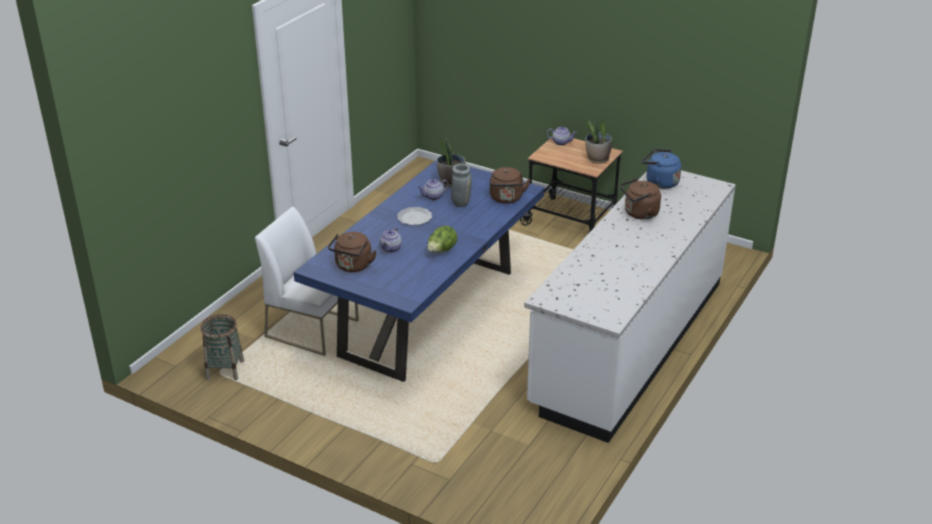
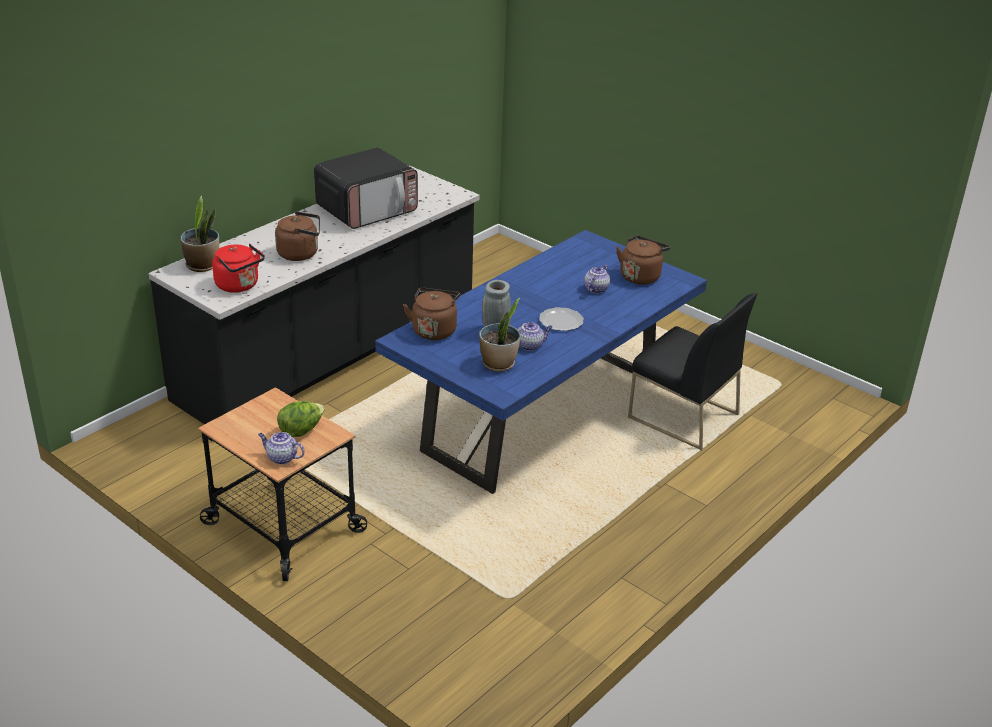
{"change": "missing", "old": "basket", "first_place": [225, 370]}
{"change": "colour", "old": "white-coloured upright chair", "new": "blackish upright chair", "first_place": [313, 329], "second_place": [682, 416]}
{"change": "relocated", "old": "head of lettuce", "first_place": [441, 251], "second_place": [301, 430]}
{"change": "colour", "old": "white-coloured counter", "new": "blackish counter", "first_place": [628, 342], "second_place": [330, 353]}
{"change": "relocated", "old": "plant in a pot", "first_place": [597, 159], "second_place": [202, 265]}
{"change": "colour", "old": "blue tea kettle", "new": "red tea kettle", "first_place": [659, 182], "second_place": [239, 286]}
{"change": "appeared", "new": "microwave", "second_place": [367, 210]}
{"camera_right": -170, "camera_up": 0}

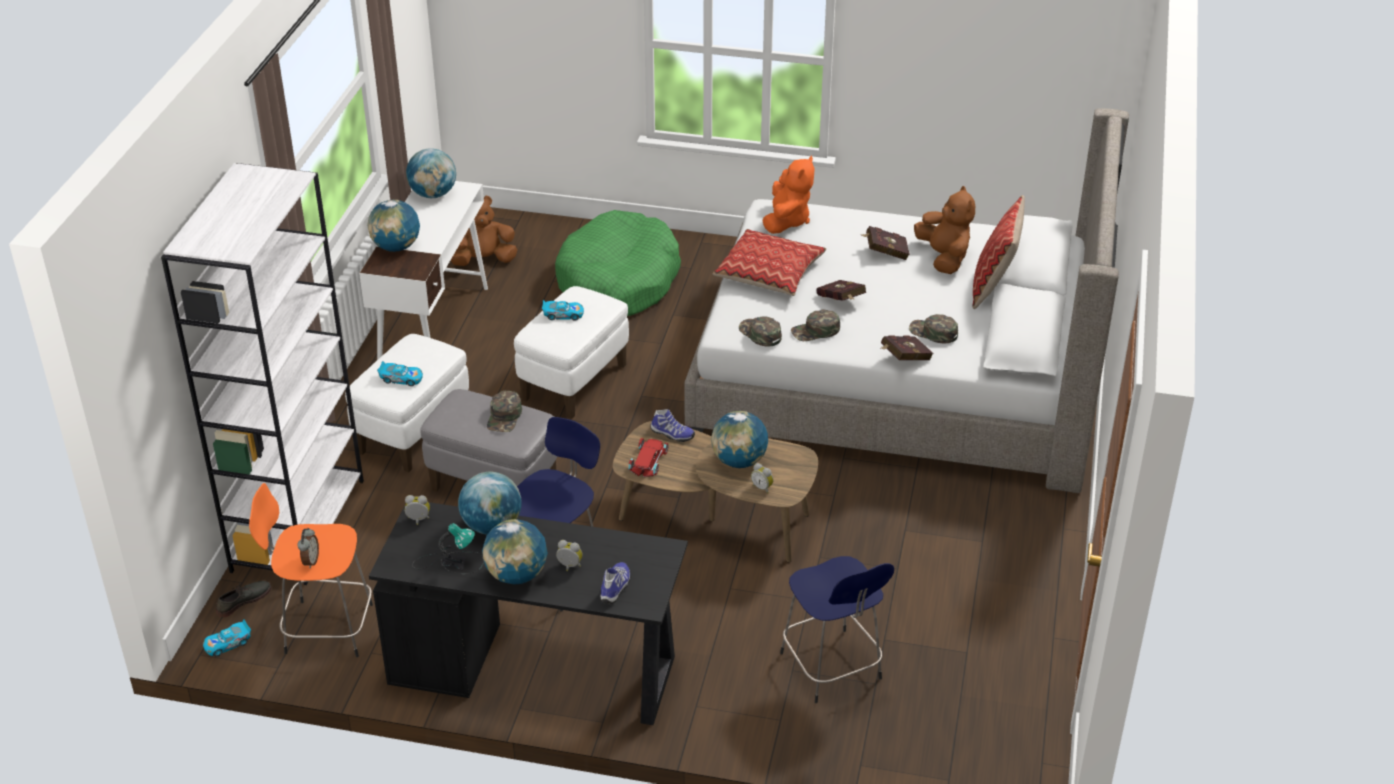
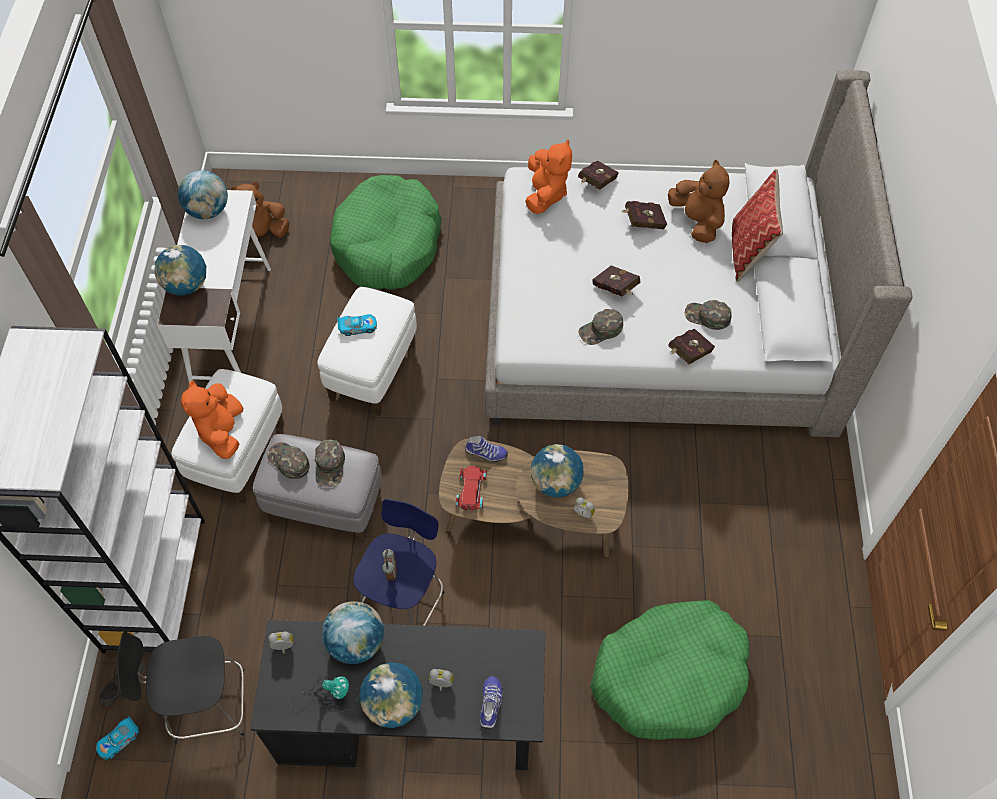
{"change": "colour", "old": "orange-coloured sitting stool", "new": "blackish sitting stool", "first_place": [325, 628], "second_place": [206, 706]}
{"change": "relocated", "old": "bedside clock", "first_place": [310, 561], "second_place": [390, 571]}
{"change": "exchanged", "old": "miniature car", "new": "orange-coloured soft toy", "first_place": [401, 378], "second_place": [222, 431]}
{"change": "missing", "old": "cushion", "first_place": [769, 273]}
{"change": "relocated", "old": "greenish baseball cap", "first_place": [760, 334], "second_place": [288, 461]}
{"change": "exchanged", "old": "blue sitting stool", "new": "greenish dog cushion", "first_place": [832, 668], "second_place": [670, 675]}
{"change": "appeared", "new": "red volume", "second_place": [596, 183]}
{"camera_right": -10, "camera_up": 20}

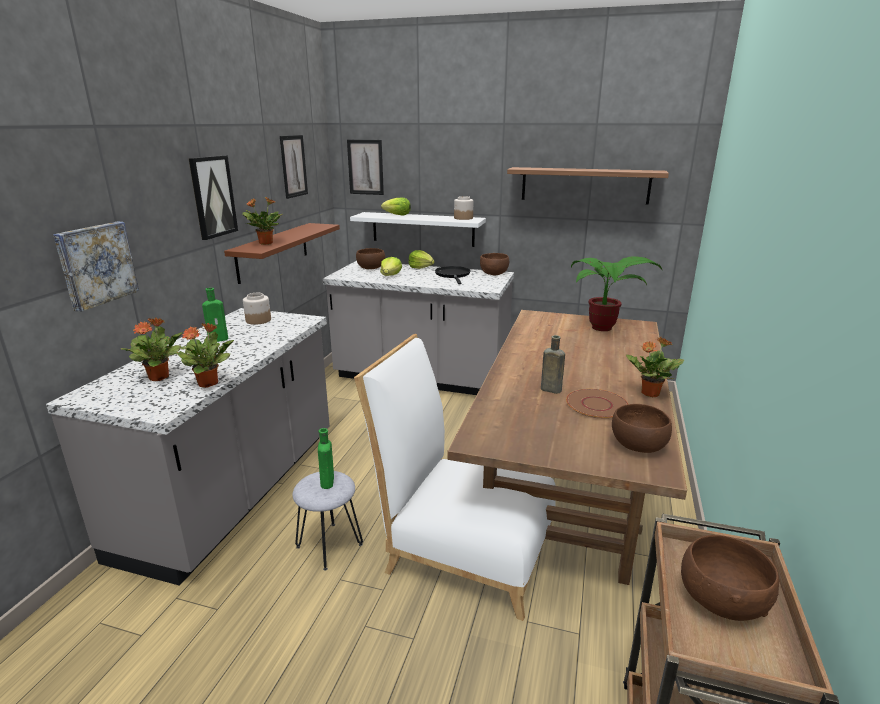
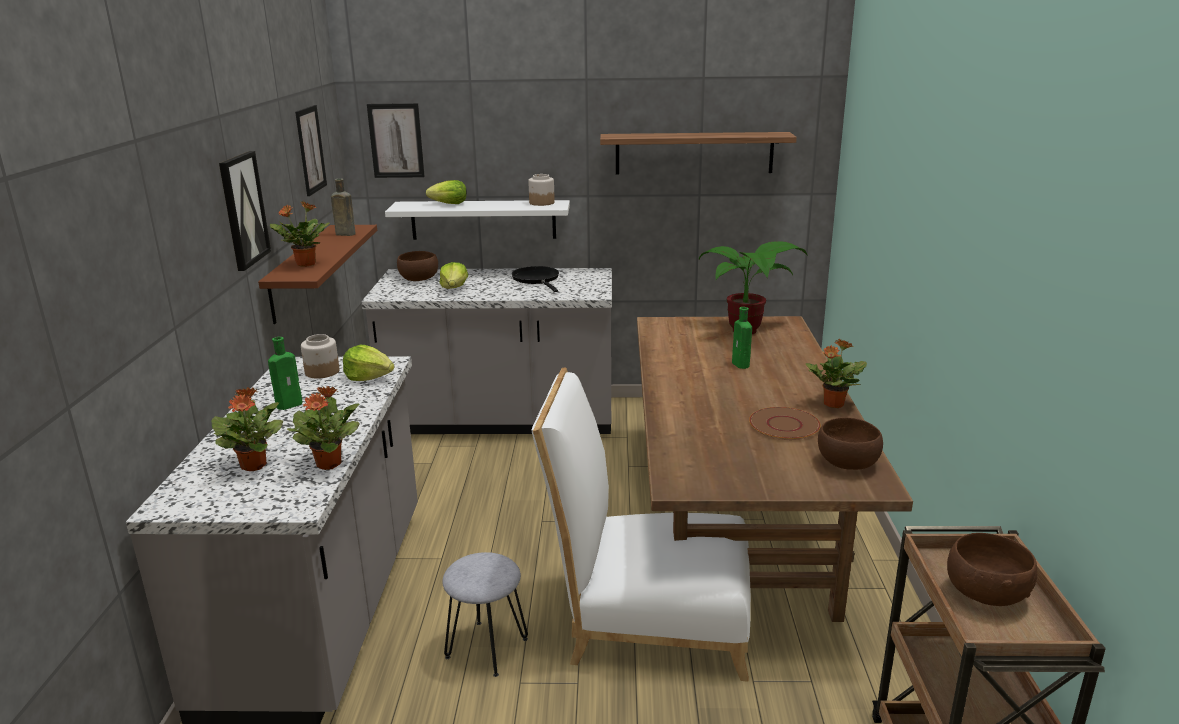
{"change": "missing", "old": "picture", "first_place": [96, 264]}
{"change": "relocated", "old": "greenish beverage bottle", "first_place": [327, 483], "second_place": [741, 365]}
{"change": "relocated", "old": "head of lettuce", "first_place": [421, 267], "second_place": [369, 377]}
{"change": "missing", "old": "brownish serving bowl", "first_place": [494, 273]}
{"change": "relocated", "old": "brownish beverage bottle", "first_place": [549, 389], "second_place": [344, 234]}
{"camera_right": -15, "camera_up": 0}

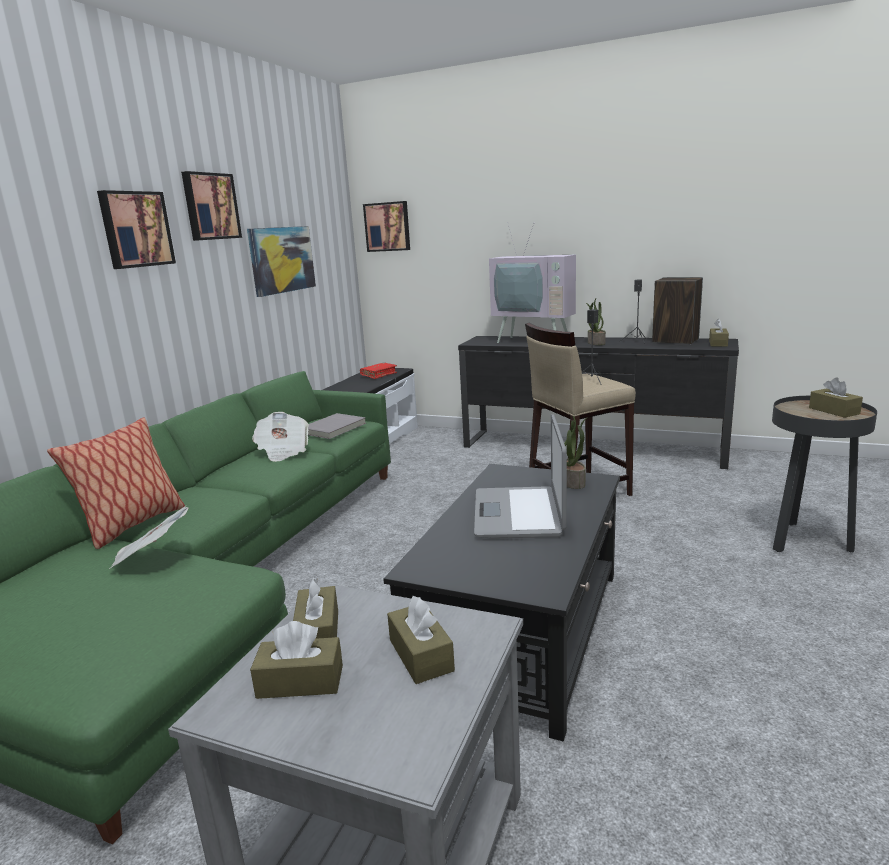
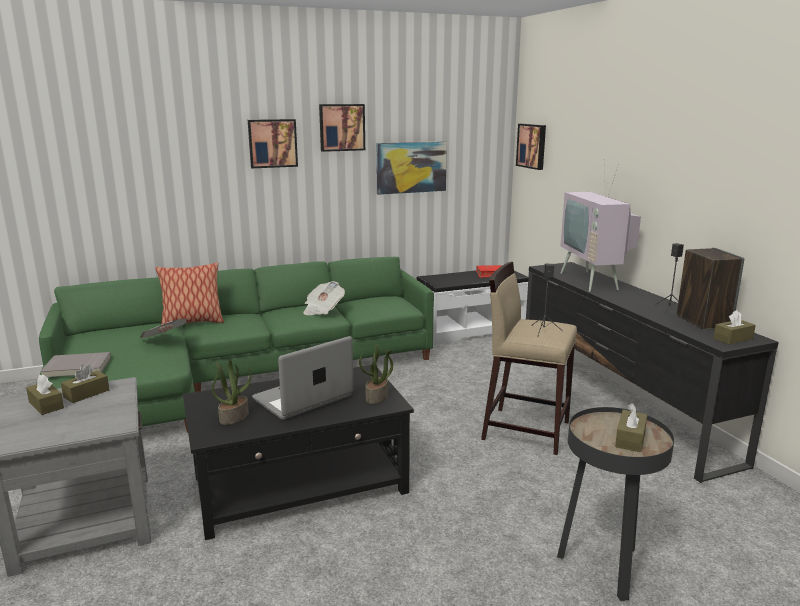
{"change": "relocated", "old": "gray volume", "first_place": [334, 428], "second_place": [77, 367]}
{"change": "missing", "old": "brownish tissue holder", "first_place": [421, 655]}
{"change": "relocated", "old": "plant in a pot", "first_place": [595, 343], "second_place": [234, 417]}
{"camera_right": 45, "camera_up": 0}

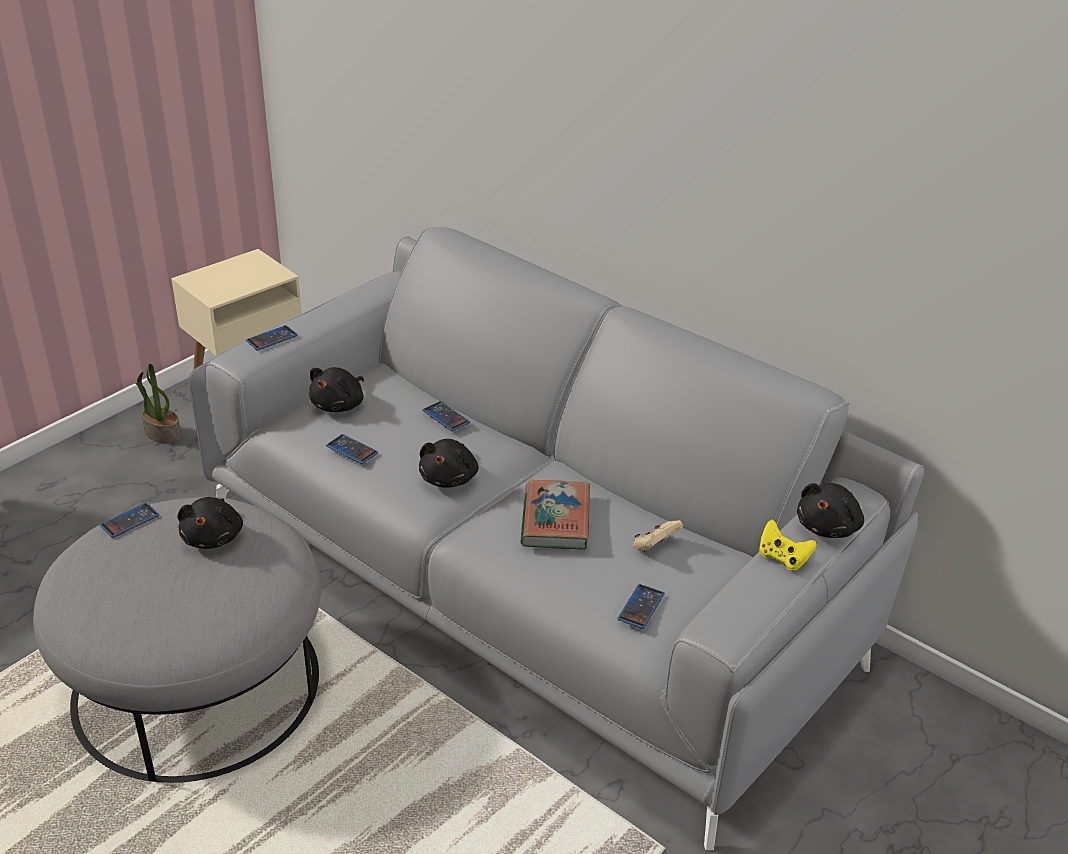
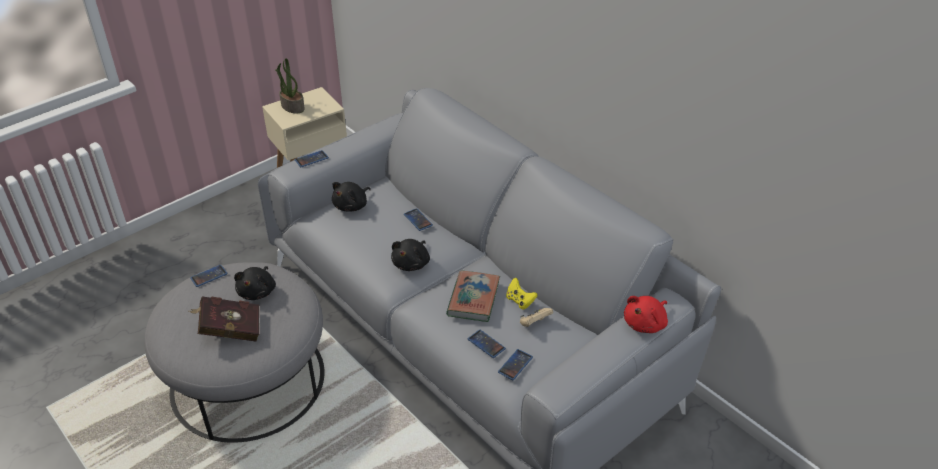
{"change": "relocated", "old": "plant in a pot", "first_place": [161, 434], "second_place": [292, 107]}
{"change": "relocated", "old": "telephone", "first_place": [352, 450], "second_place": [486, 344]}
{"change": "relocated", "old": "yellow joypad", "first_place": [782, 558], "second_place": [520, 301]}
{"change": "colour", "old": "blackish soft toy", "new": "red soft toy", "first_place": [828, 527], "second_place": [646, 323]}
{"change": "appeared", "new": "red volume", "second_place": [229, 330]}
{"camera_right": 10, "camera_up": 5}

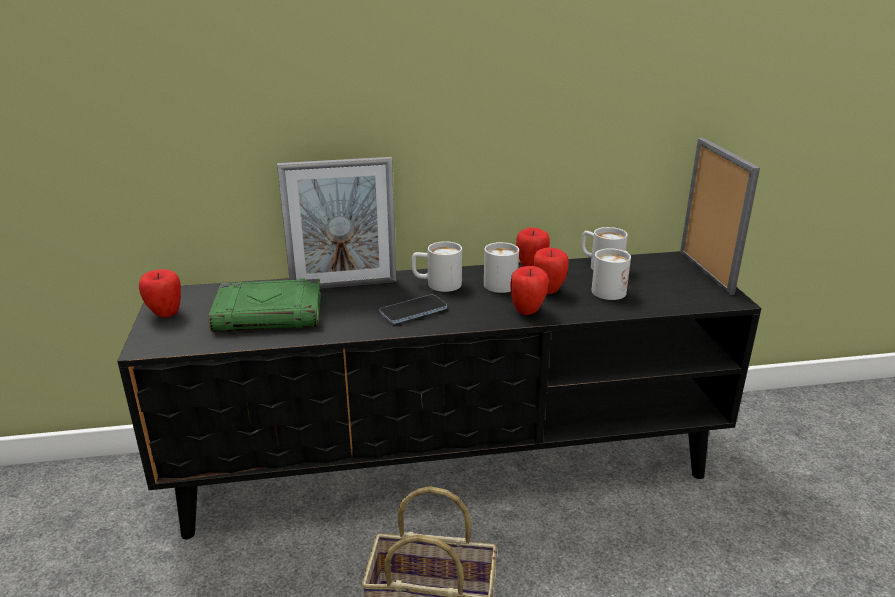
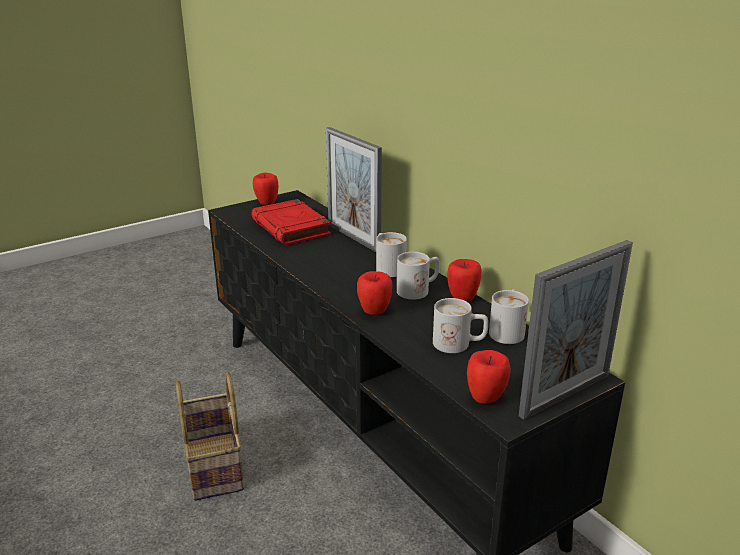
{"change": "colour", "old": "greenish volume", "new": "red volume", "first_place": [270, 313], "second_place": [291, 228]}
{"change": "missing", "old": "telephone", "first_place": [413, 311]}
{"change": "relocated", "old": "apple", "first_place": [548, 290], "second_place": [485, 399]}
{"camera_right": 65, "camera_up": 0}

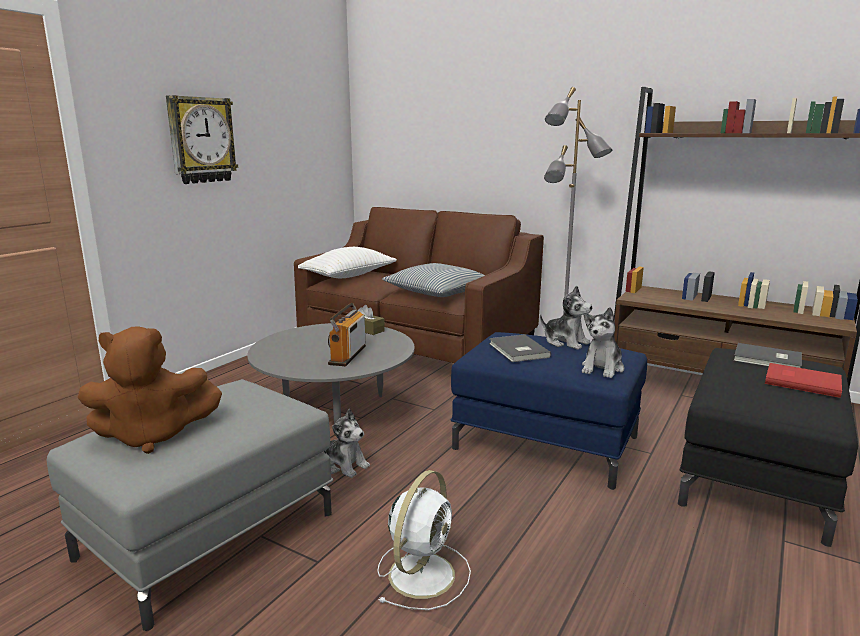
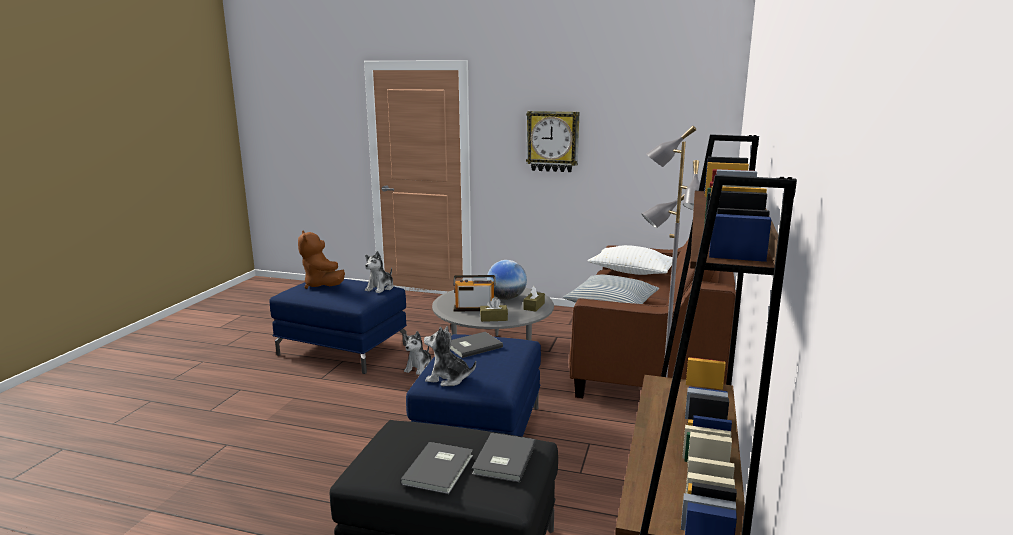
{"change": "colour", "old": "gray footrest", "new": "blue footrest", "first_place": [208, 534], "second_place": [343, 349]}
{"change": "missing", "old": "white-coloured fan", "first_place": [423, 573]}
{"change": "relocated", "old": "soft toy", "first_place": [565, 342], "second_place": [380, 288]}
{"change": "colour", "old": "red volume", "new": "gray volume", "first_place": [801, 381], "second_place": [440, 469]}
{"change": "appeared", "new": "brownish tissue holder", "second_place": [493, 318]}
{"change": "appeared", "new": "world globe", "second_place": [506, 298]}
{"camera_right": 75, "camera_up": 0}

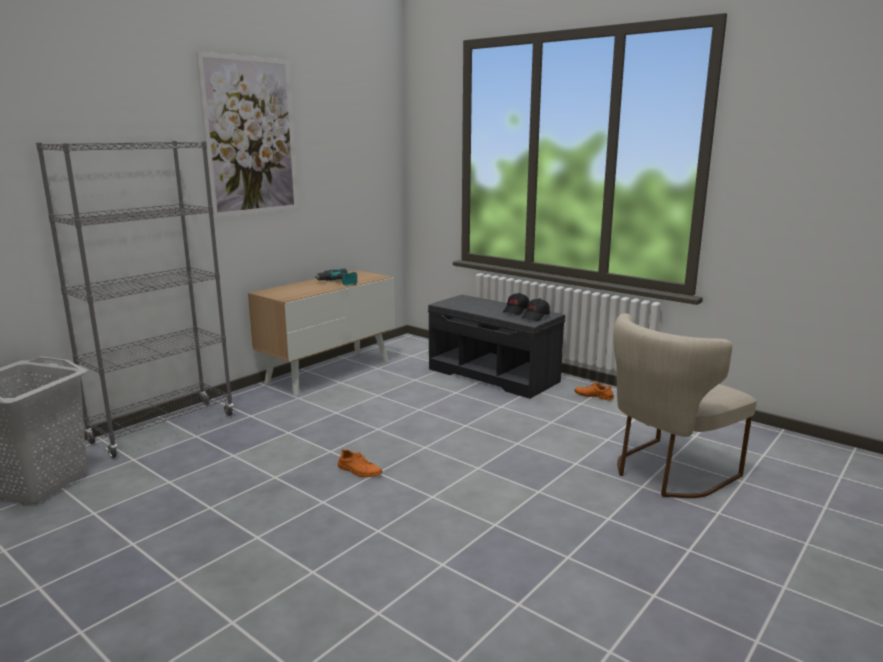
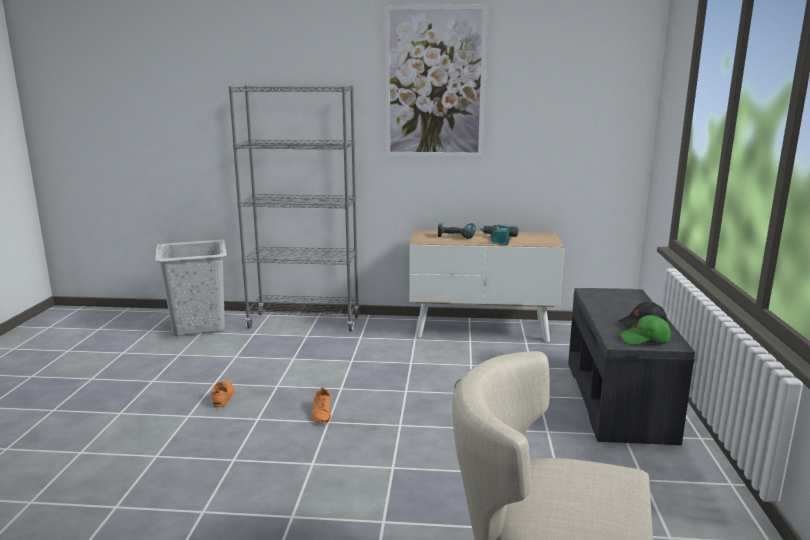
{"change": "colour", "old": "blackish baseball cap", "new": "greenish baseball cap", "first_place": [535, 317], "second_place": [644, 339]}
{"change": "relocated", "old": "orange-coloured low shoe", "first_place": [593, 396], "second_place": [223, 397]}
{"change": "appeared", "new": "drill", "second_place": [457, 235]}
{"camera_right": 55, "camera_up": 0}

